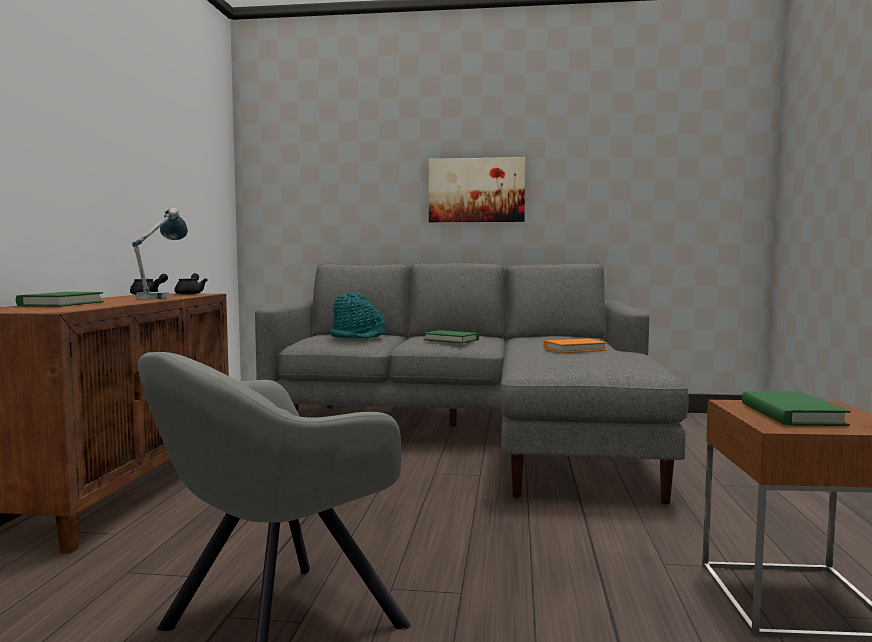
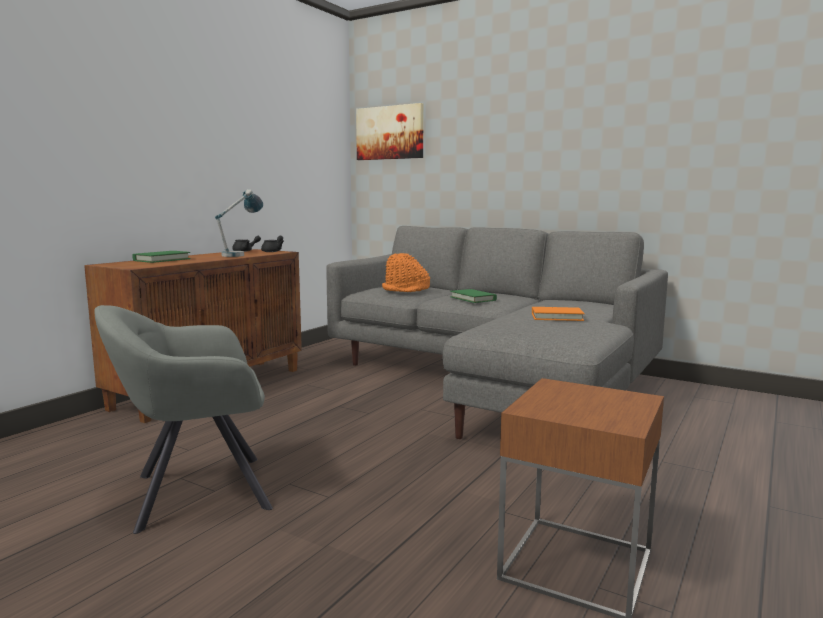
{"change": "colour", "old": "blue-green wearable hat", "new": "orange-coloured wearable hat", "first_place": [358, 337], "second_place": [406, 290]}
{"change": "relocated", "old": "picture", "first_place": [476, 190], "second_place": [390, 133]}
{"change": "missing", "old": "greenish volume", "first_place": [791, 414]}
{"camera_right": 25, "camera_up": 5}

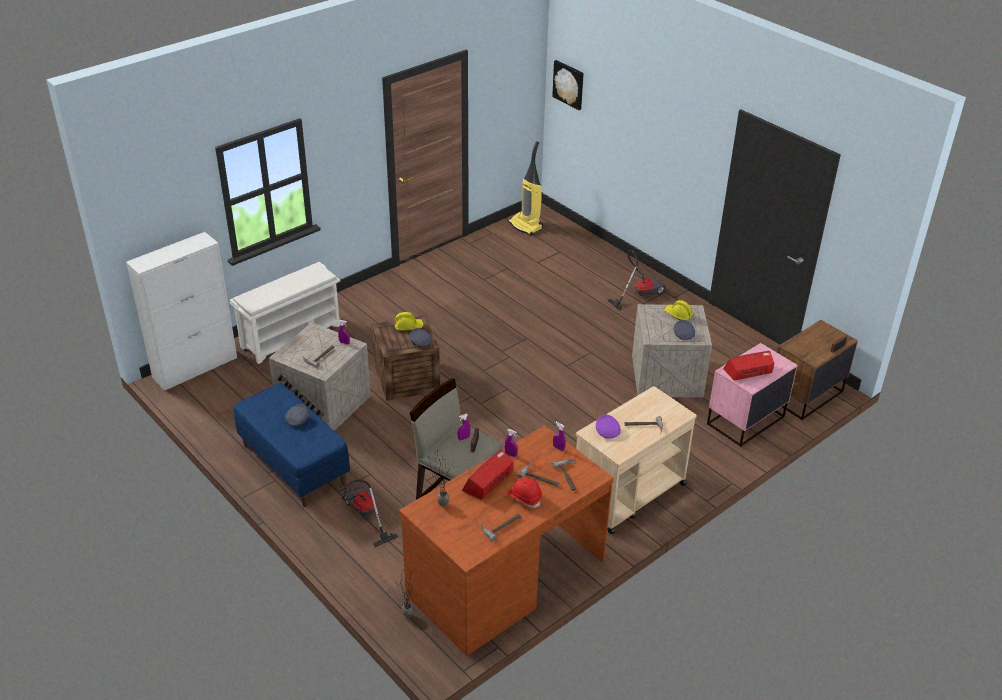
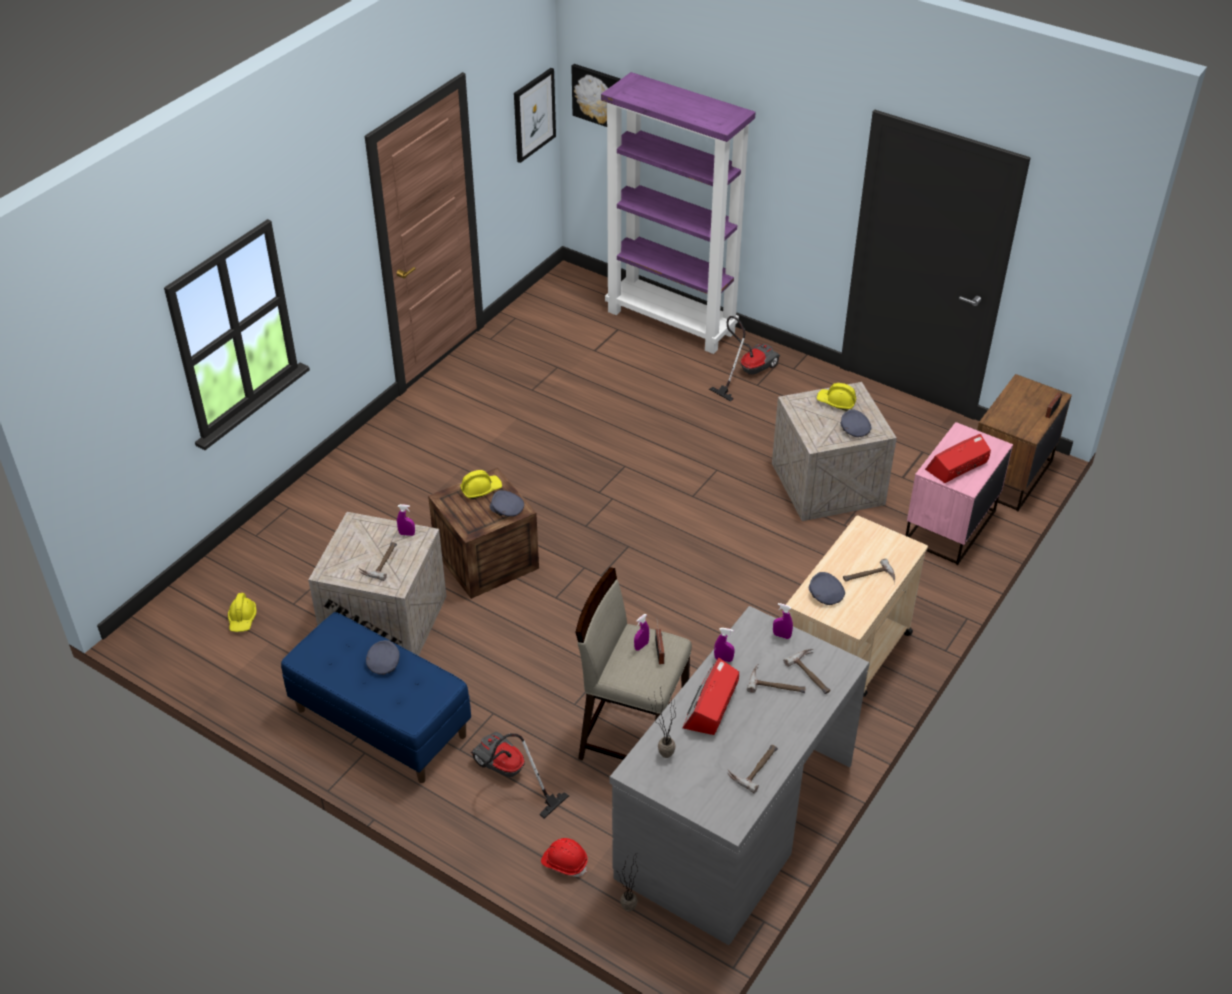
{"change": "missing", "old": "white-coloured cupboard", "first_place": [195, 367]}
{"change": "missing", "old": "white-coloured shoe shelf", "first_place": [291, 336]}
{"change": "colour", "old": "brownish desk", "new": "gray desk", "first_place": [505, 577], "second_place": [733, 820]}
{"change": "missing", "old": "vacuum cleaner", "first_place": [526, 226]}
{"change": "relocated", "old": "red safety helmet", "first_place": [525, 497], "second_place": [564, 862]}
{"change": "colour", "old": "purple baseball cap", "new": "gray baseball cap", "first_place": [607, 431], "second_place": [825, 594]}
{"change": "appeared", "new": "yellow safety helmet", "second_place": [242, 619]}
{"change": "appeared", "new": "picture", "second_place": [533, 114]}
{"change": "appeared", "new": "purple shelving unit", "second_place": [672, 322]}
{"camera_right": -15, "camera_up": 5}

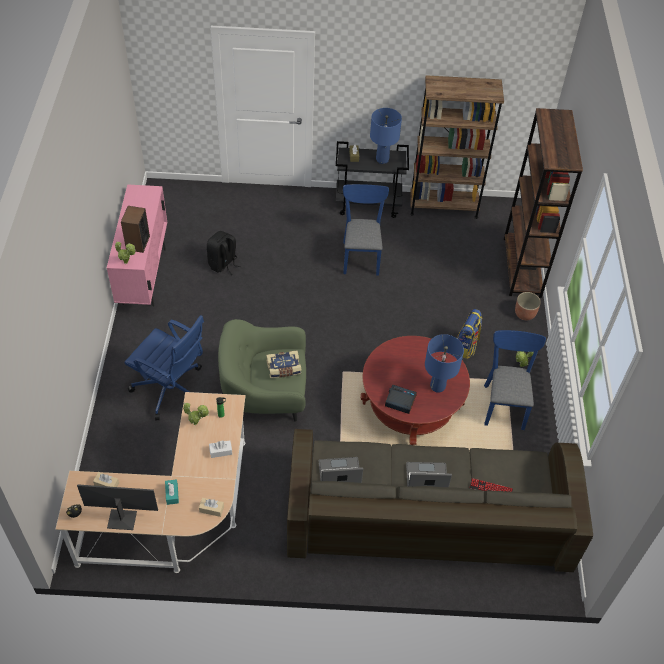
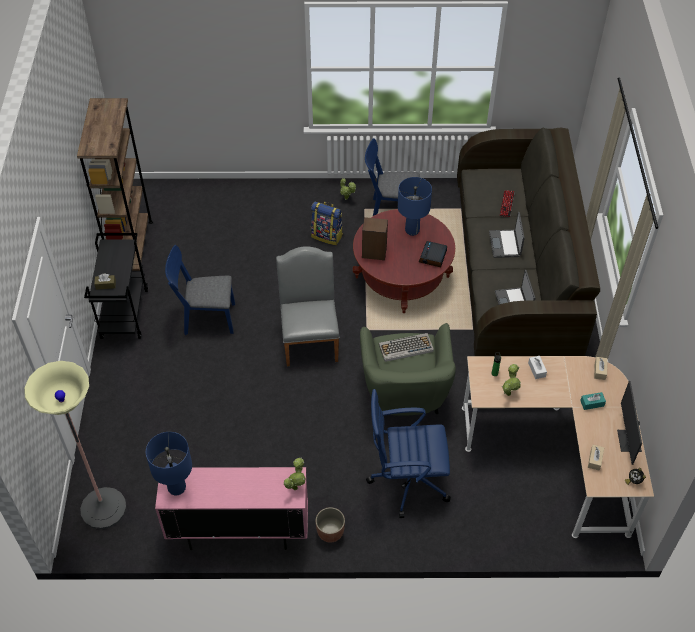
{"change": "relocated", "old": "loudspeaker", "first_place": [137, 243], "second_place": [374, 252]}
{"change": "spun", "old": "blue computer chair", "first_place": [171, 390], "second_place": [407, 479], "degrees": -120}
{"change": "missing", "old": "blackish rucksack", "first_place": [223, 264]}
{"change": "exchanged", "old": "volume", "new": "keyboard", "first_place": [284, 369], "second_place": [405, 348]}
{"change": "relocated", "old": "blue lamp for a table", "first_place": [382, 160], "second_place": [177, 487]}
{"change": "missing", "old": "brownish shelving unit", "first_place": [522, 267]}
{"change": "relocated", "old": "flower pot", "first_place": [524, 314], "second_place": [330, 532]}
{"change": "appeared", "new": "floor lamp", "second_place": [103, 508]}
{"change": "appeared", "new": "gray upright chair", "second_place": [310, 337]}
{"camera_right": -90, "camera_up": 0}

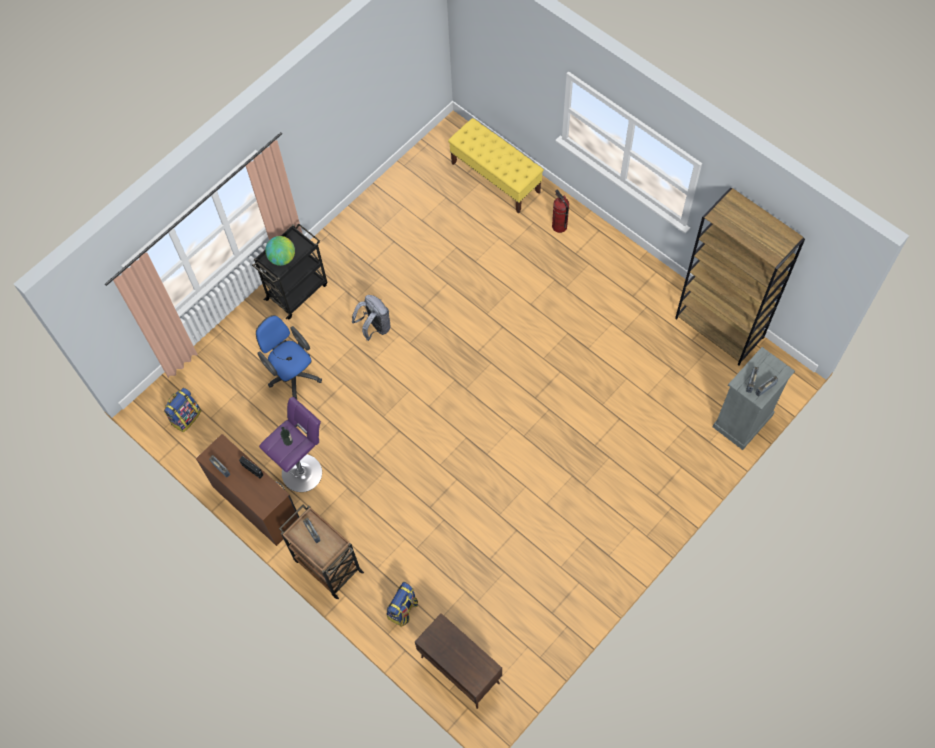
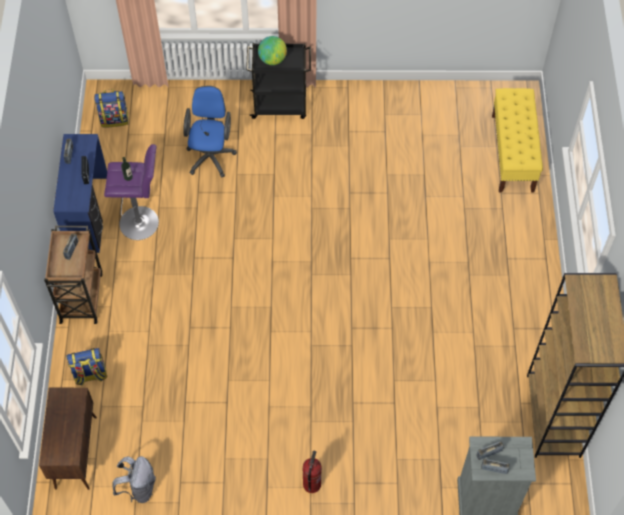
{"change": "colour", "old": "brownish desk", "new": "blue desk", "first_place": [257, 503], "second_place": [89, 214]}
{"change": "relocated", "old": "gray rucksack", "first_place": [375, 327], "second_place": [139, 488]}
{"change": "relocated", "old": "fire-fighting cylinder", "first_place": [559, 226], "second_place": [312, 484]}
{"camera_right": 45, "camera_up": -5}

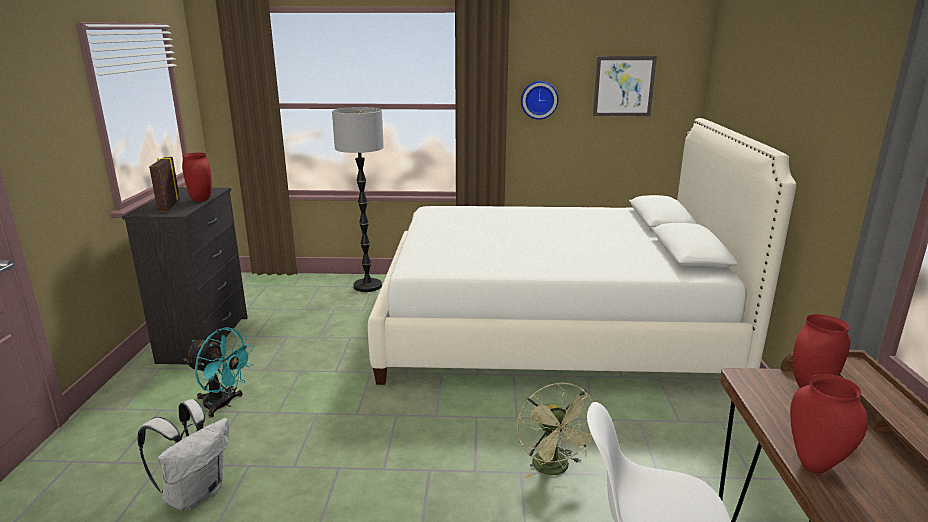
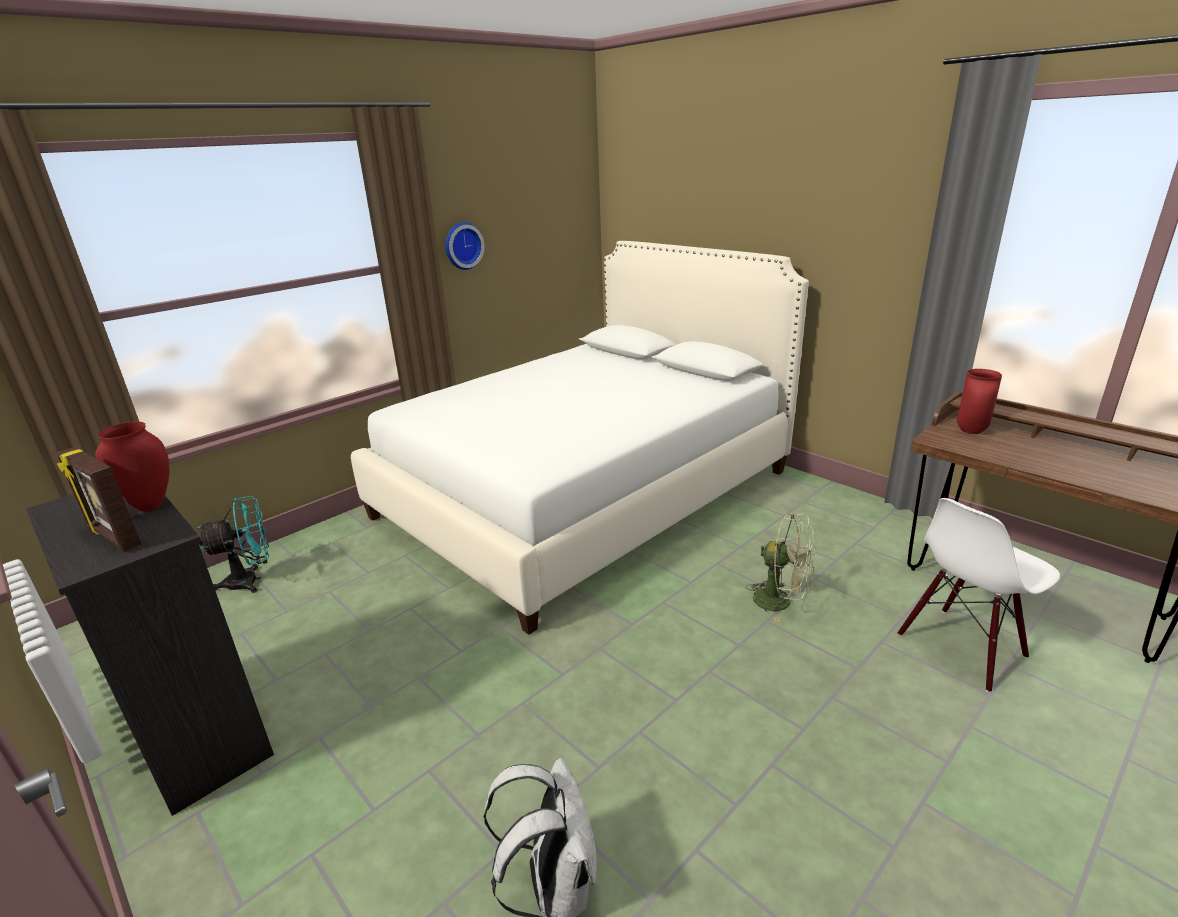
{"change": "relocated", "old": "blue-green fan", "first_place": [223, 405], "second_place": [251, 580]}
{"change": "missing", "old": "floor lamp", "first_place": [367, 286]}
{"change": "missing", "old": "picture", "first_place": [624, 86]}
{"change": "missing", "old": "red flower vase", "first_place": [814, 466]}
{"camera_right": -45, "camera_up": 5}

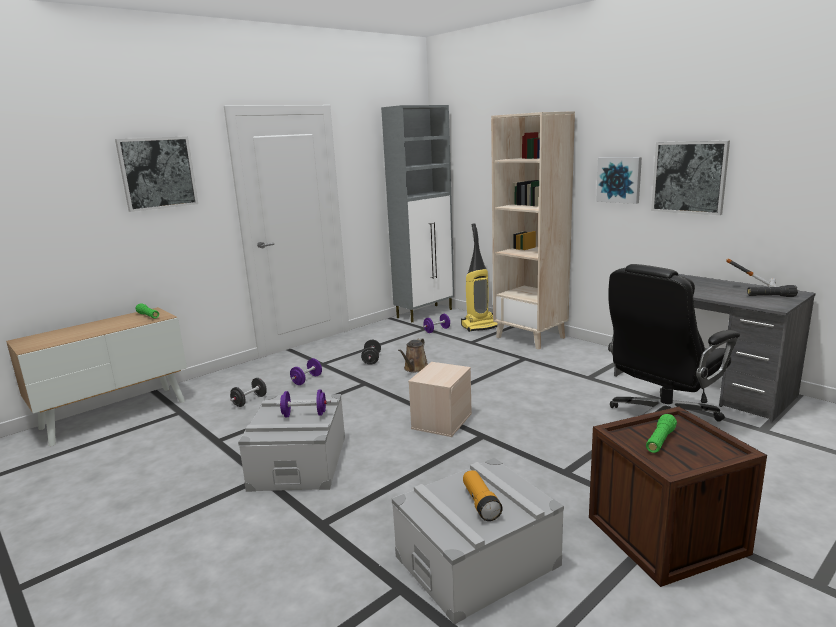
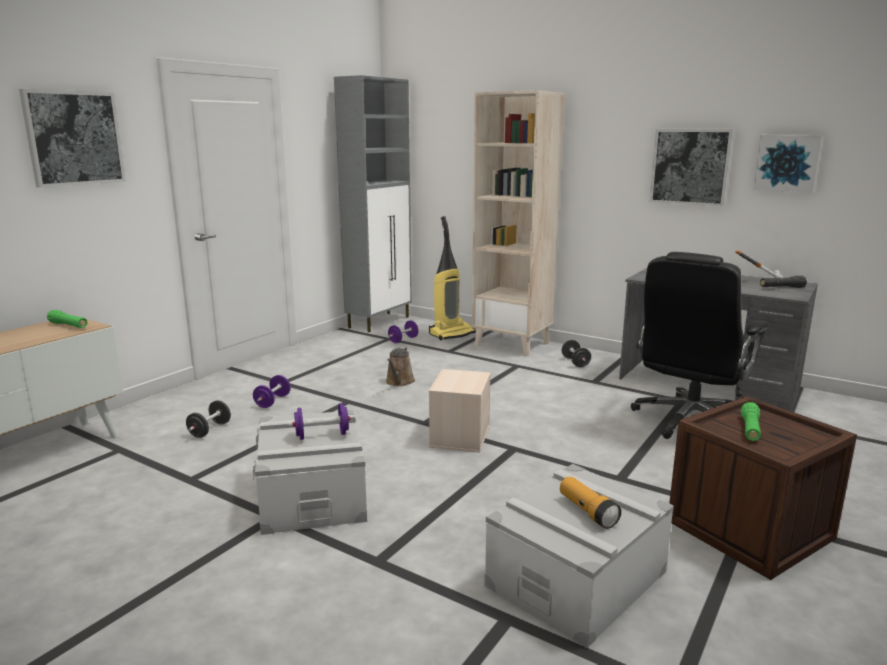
{"change": "relocated", "old": "blackish hand weight", "first_place": [371, 360], "second_place": [575, 362]}
{"change": "relocated", "old": "picture", "first_place": [619, 179], "second_place": [787, 163]}
{"camera_right": -15, "camera_up": 0}

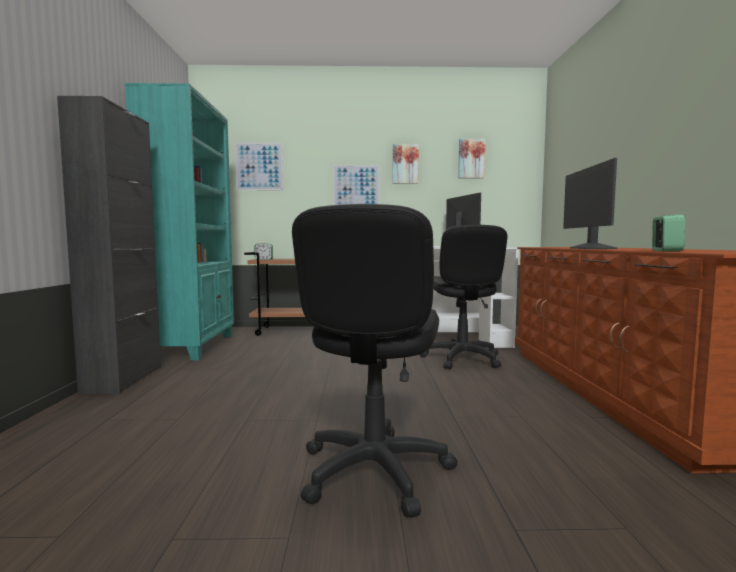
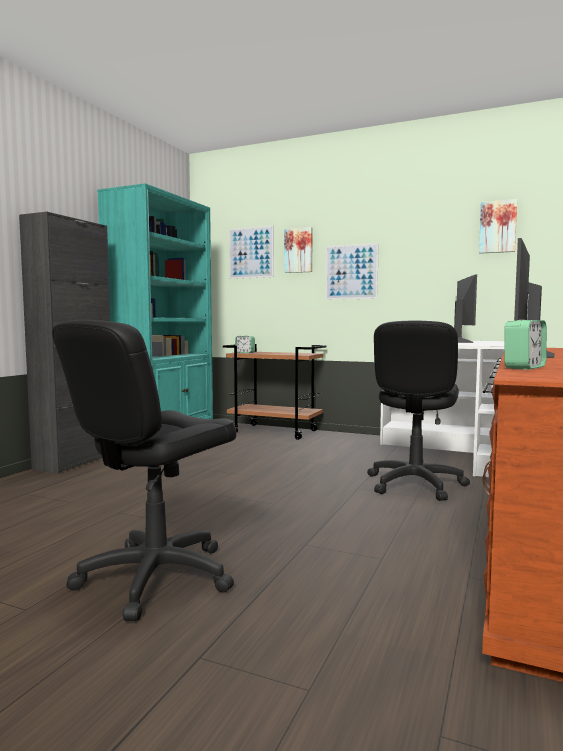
{"change": "relocated", "old": "picture", "first_place": [405, 164], "second_place": [299, 250]}
{"camera_right": 25, "camera_up": 0}

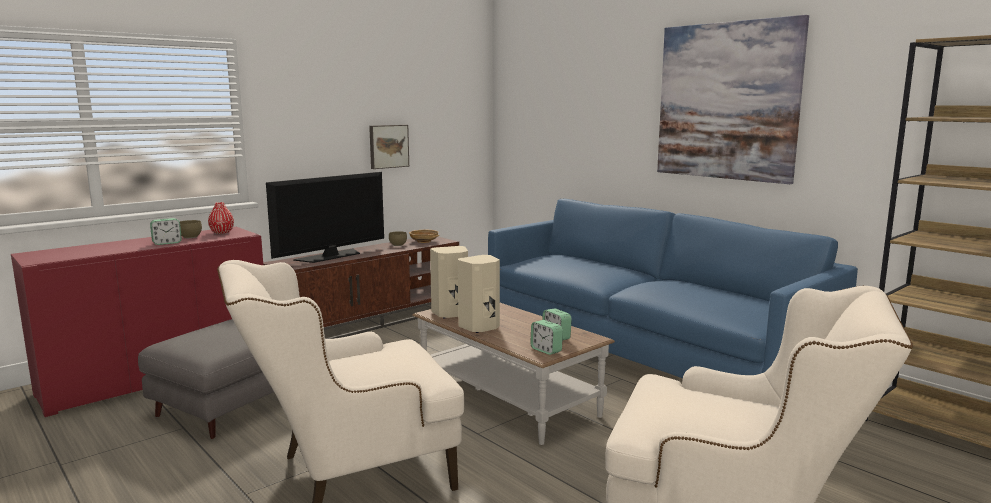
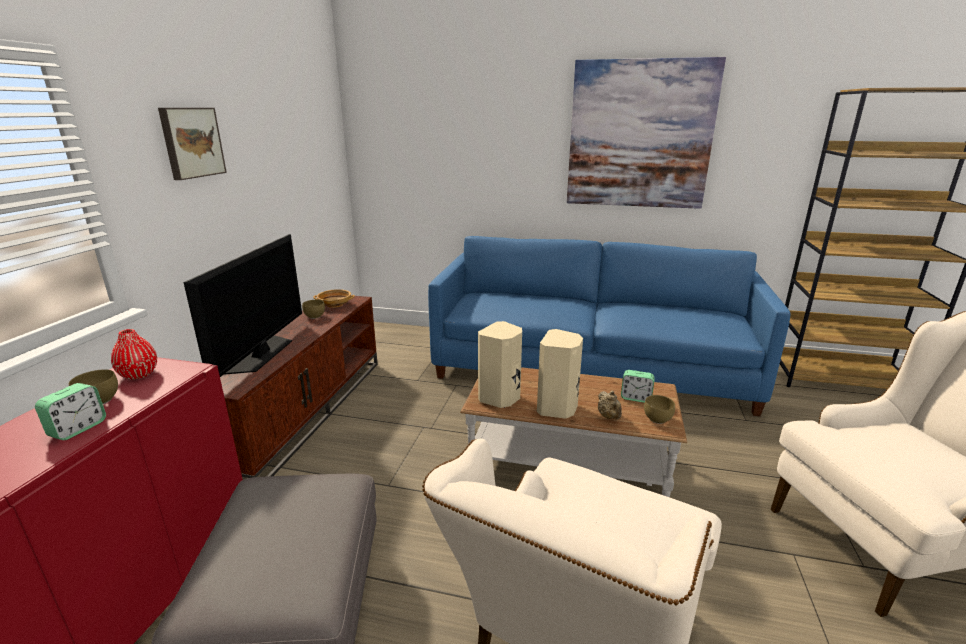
{"change": "relocated", "old": "picture", "first_place": [388, 146], "second_place": [191, 142]}
{"change": "exchanged", "old": "bedside clock", "new": "brownish serving bowl", "first_place": [546, 350], "second_place": [658, 419]}
{"change": "appeared", "new": "beige teapot", "second_place": [609, 417]}
{"camera_right": -35, "camera_up": 10}

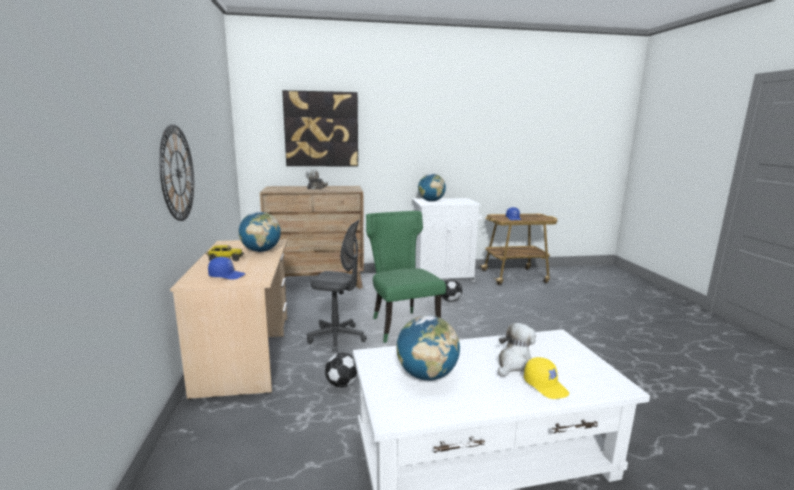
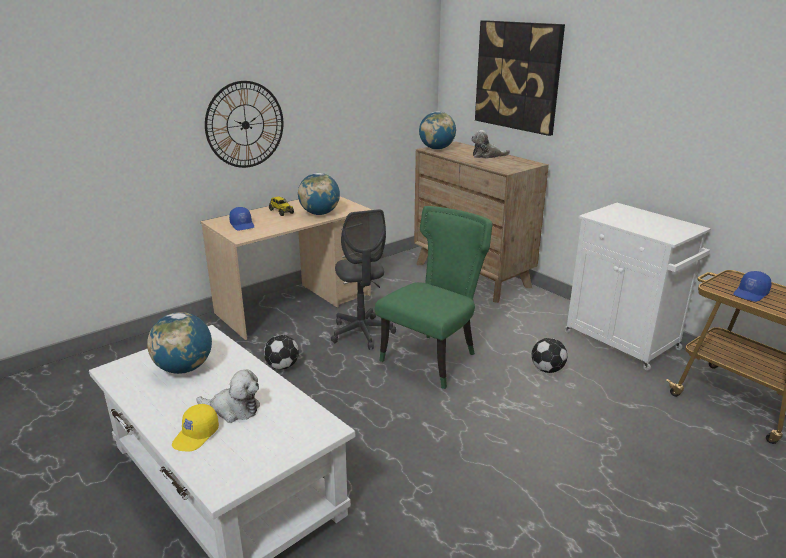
{"change": "relocated", "old": "world globe", "first_place": [431, 201], "second_place": [437, 149]}
{"camera_right": 60, "camera_up": 10}

